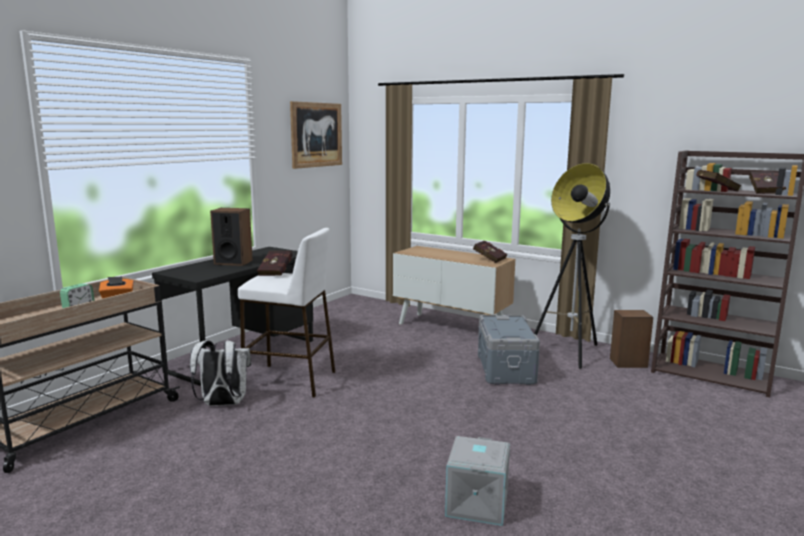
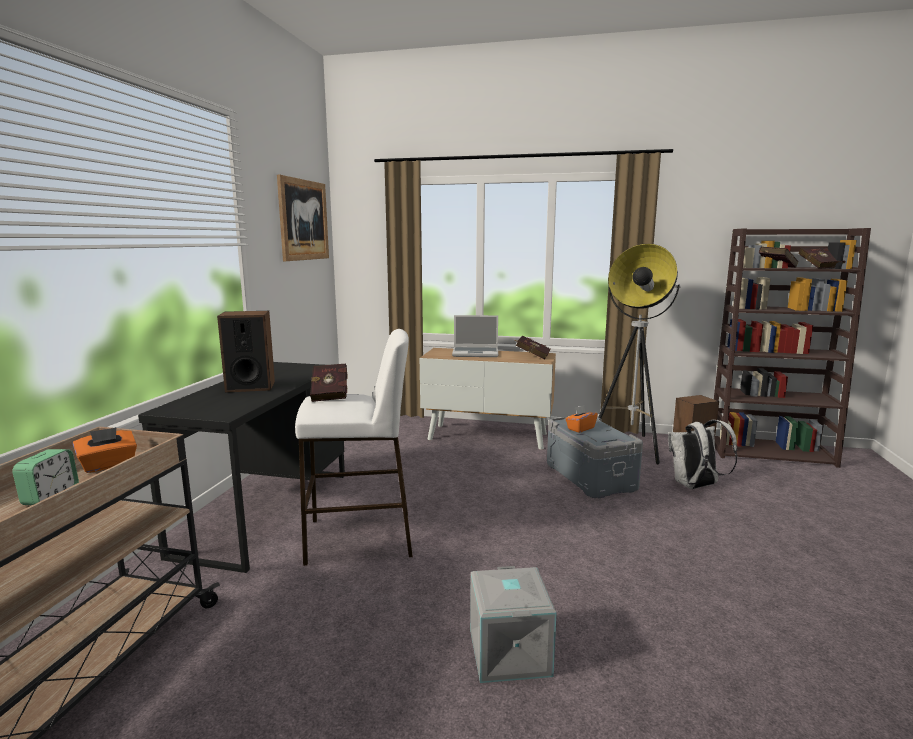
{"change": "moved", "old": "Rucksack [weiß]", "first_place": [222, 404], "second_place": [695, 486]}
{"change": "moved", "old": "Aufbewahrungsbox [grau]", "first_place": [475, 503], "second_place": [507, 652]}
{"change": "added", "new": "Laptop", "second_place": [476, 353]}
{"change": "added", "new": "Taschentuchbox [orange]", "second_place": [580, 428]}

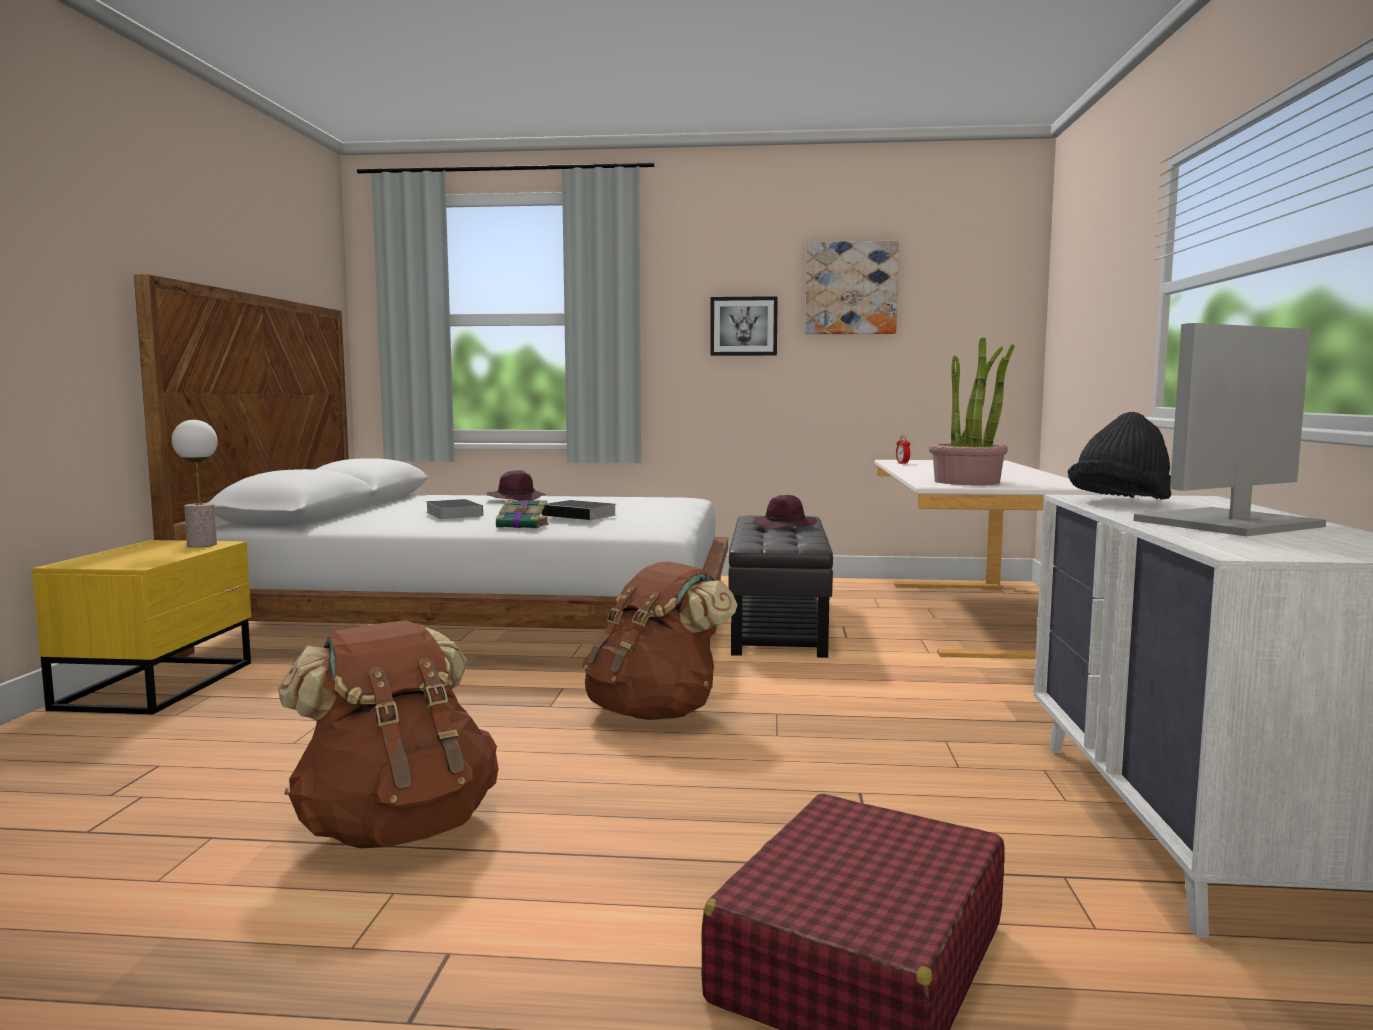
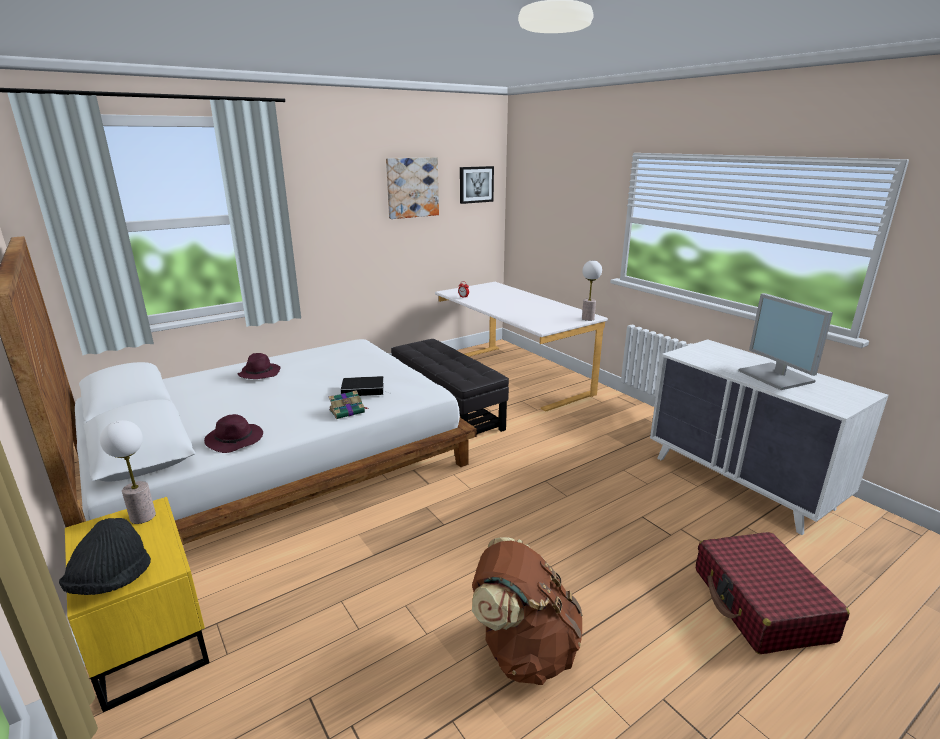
{"change": "moved", "old": "Bild", "first_place": [743, 326], "second_place": [476, 184]}
{"change": "turned", "old": "Monitor", "first_place": [1228, 524], "second_place": [777, 377], "degrees": -45}
{"change": "removed", "old": "Topfpflanze", "first_place": [967, 482]}
{"change": "moved", "old": "Hut [schwarz]", "first_place": [1120, 502], "second_place": [111, 582]}
{"change": "moved", "old": "Hut [lila]", "first_place": [786, 526], "second_place": [235, 440]}
{"change": "removed", "old": "Buch", "first_place": [452, 513]}
{"change": "removed", "old": "Rucksack [braun]", "first_place": [656, 712]}
{"change": "added", "new": "Tischlampe", "second_place": [588, 318]}

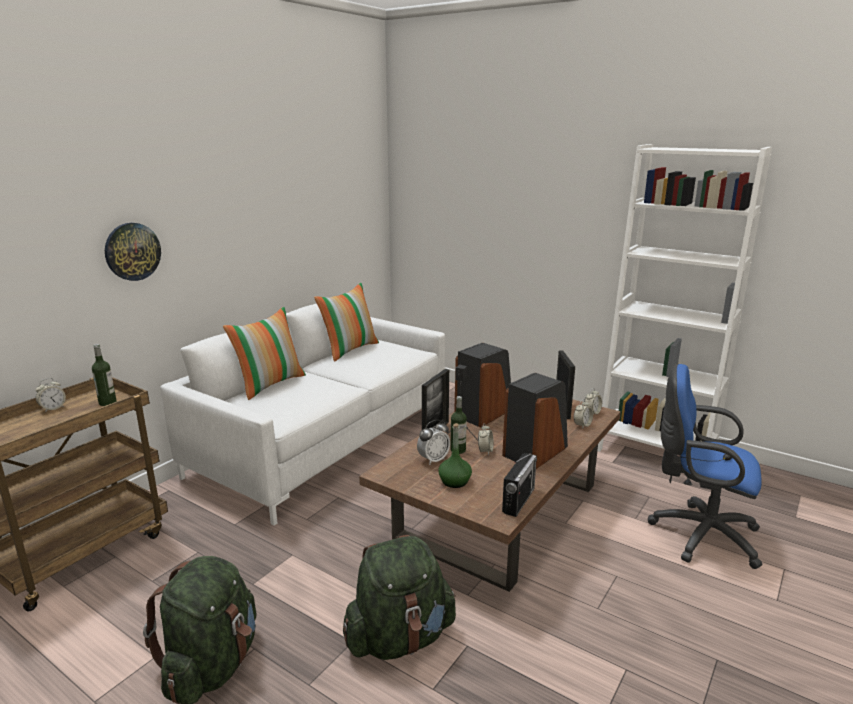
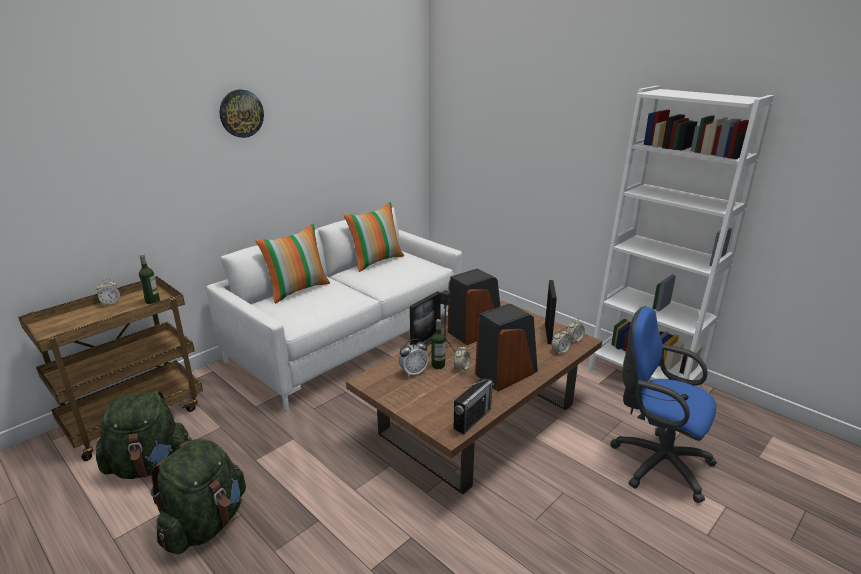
{"change": "moved", "old": "Wanduhr", "first_place": [132, 251], "second_place": [241, 113]}
{"change": "removed", "old": "Flasche [grün]", "first_place": [454, 481]}
{"change": "moved", "old": "Rucksack [grün]", "first_place": [400, 638], "second_place": [150, 466]}

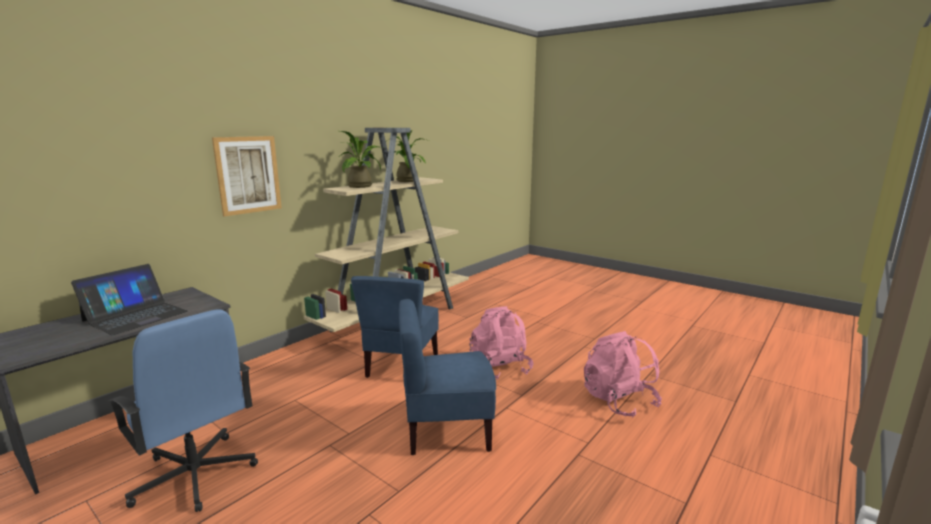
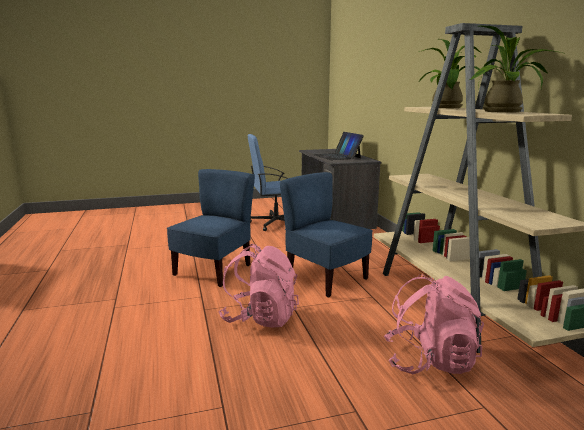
{"change": "removed", "old": "Bild", "first_place": [248, 175]}
{"change": "moved", "old": "Rucksack [rosa]", "first_place": [618, 401], "second_place": [429, 361]}

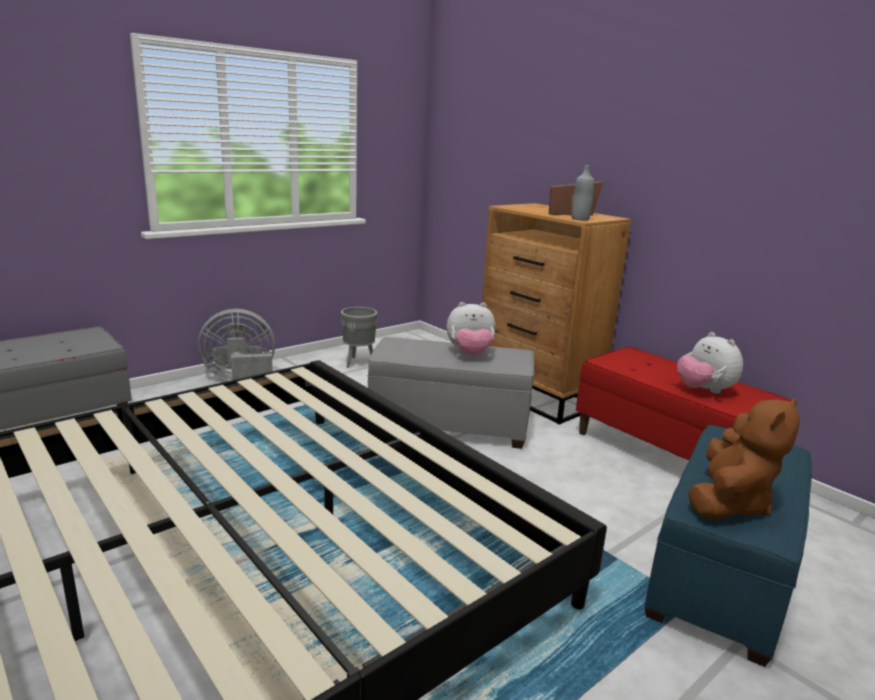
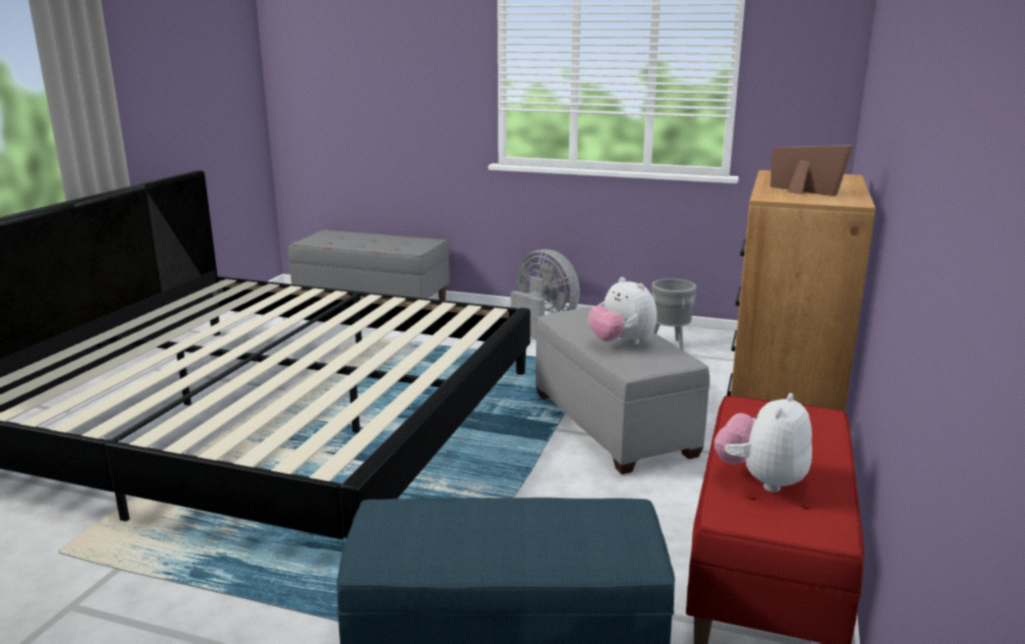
{"change": "removed", "old": "Flasche [grau]", "first_place": [580, 219]}
{"change": "removed", "old": "Plüschtier [braun]", "first_place": [728, 502]}

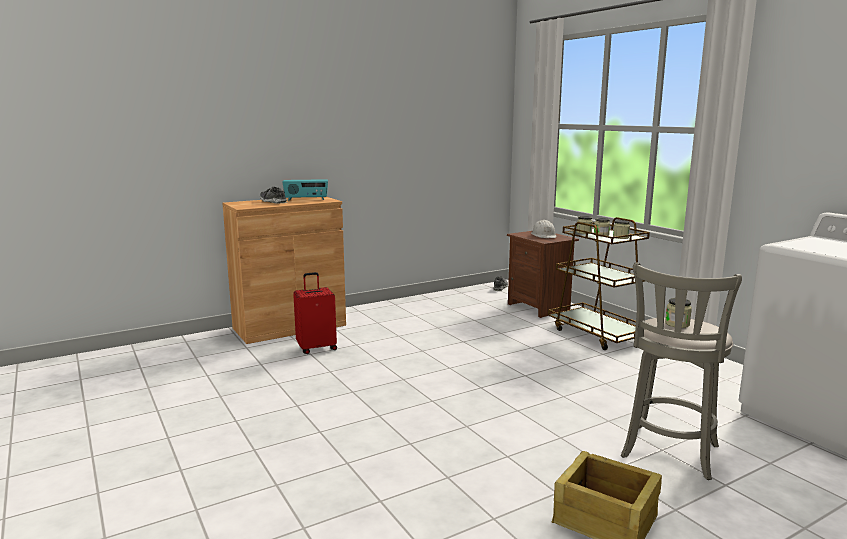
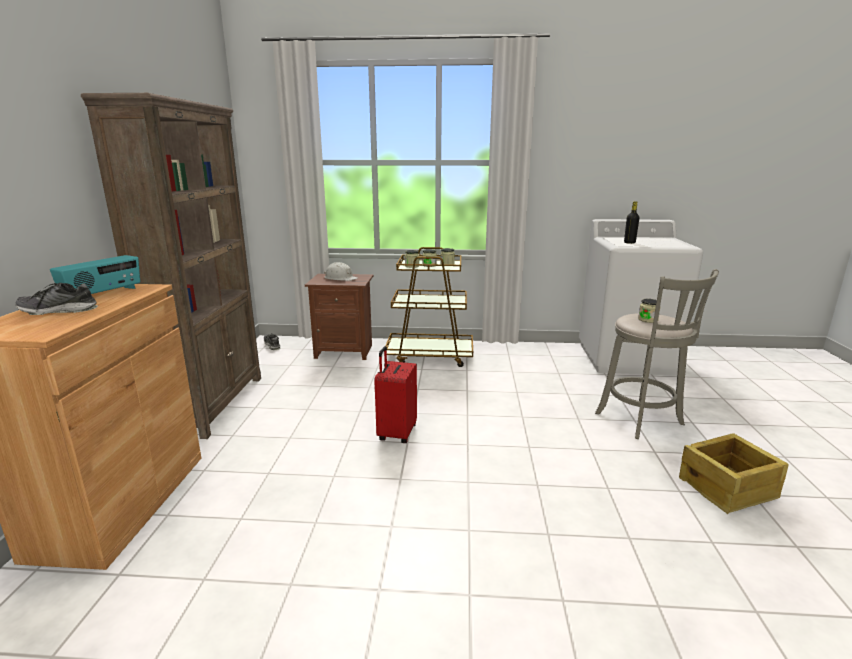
{"change": "moved", "old": "Koffer [rot]", "first_place": [316, 348], "second_place": [396, 433]}
{"change": "added", "new": "Bücherregal [braun]", "second_place": [214, 404]}
{"change": "added", "new": "Flasche [schwarz]", "second_place": [629, 242]}

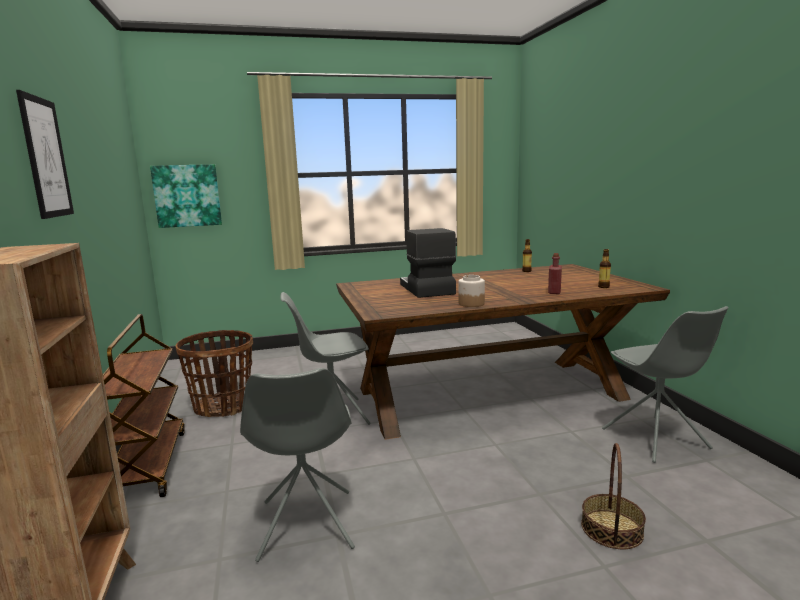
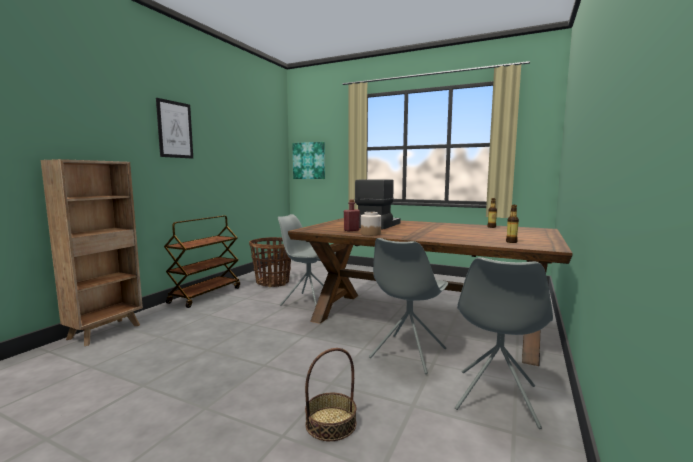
{"change": "moved", "old": "Flasche [rot]", "first_place": [554, 292], "second_place": [351, 230]}
{"change": "moved", "old": "Stuhl [grau]", "first_place": [306, 526], "second_place": [407, 354]}

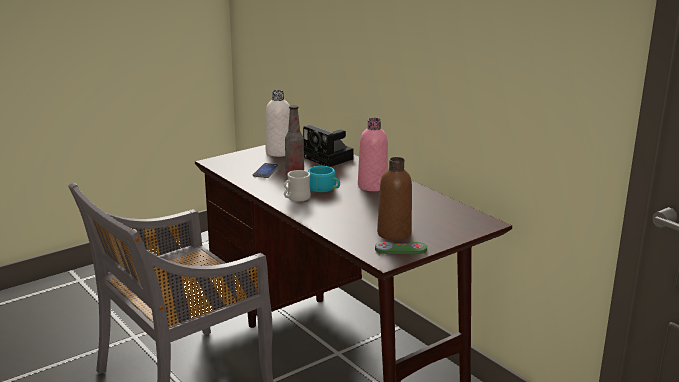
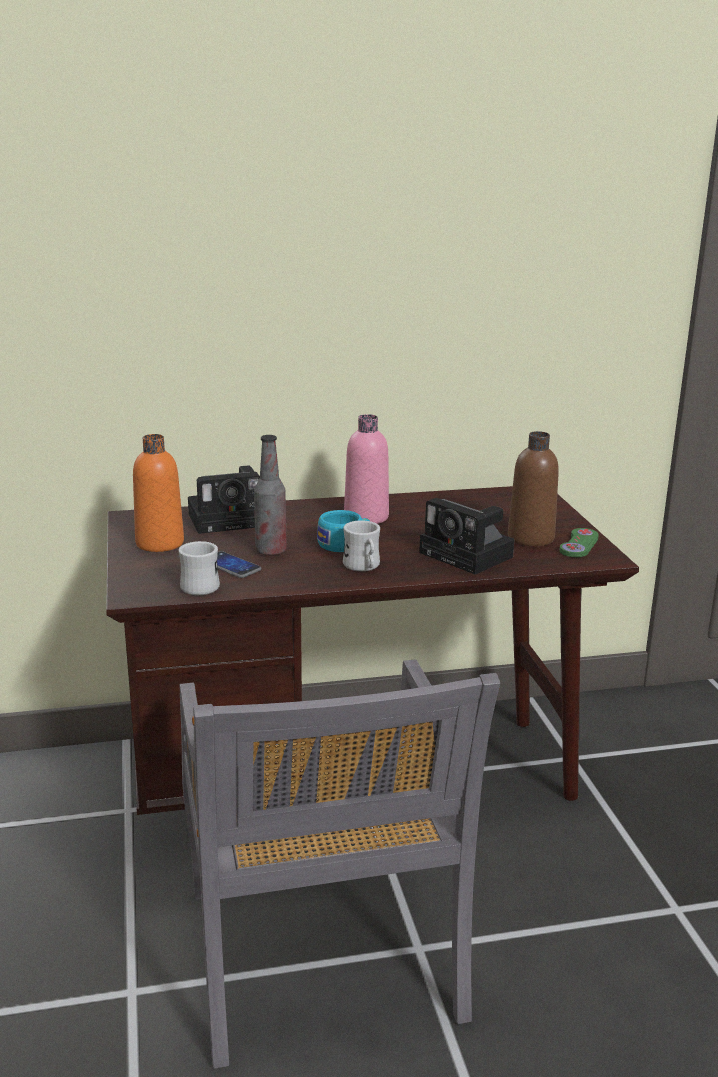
{"change": "recoloured", "old": "Flasche [weiß]", "new": "Flasche [orange]", "first_place": [279, 152], "second_place": [160, 543]}
{"change": "added", "new": "Kamera", "second_place": [469, 556]}
{"change": "added", "new": "Henkelbecher [weiß]", "second_place": [198, 585]}

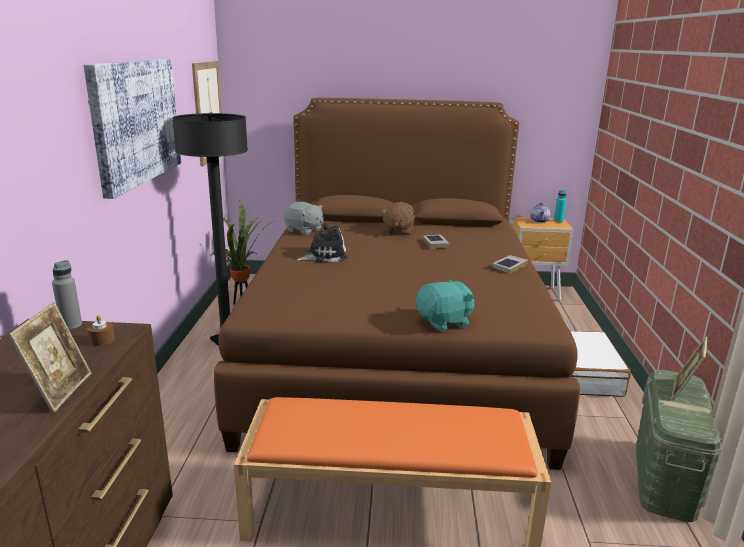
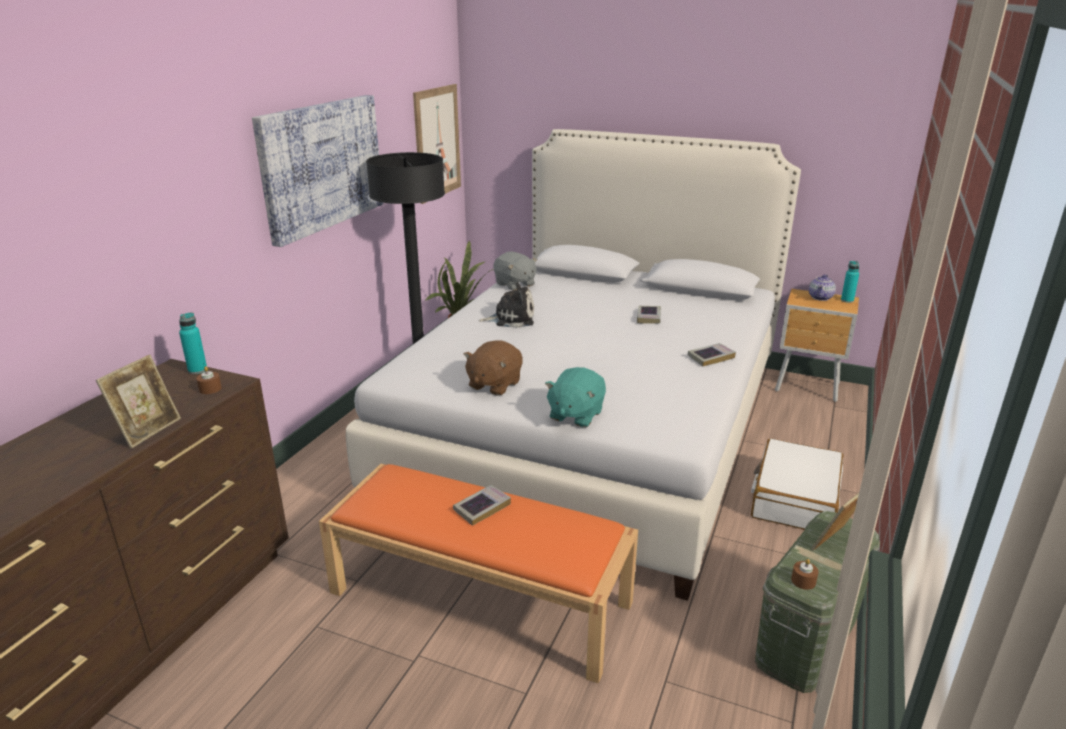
{"change": "recoloured", "old": "Bett [braun]", "new": "Bett [weiß]", "first_place": [395, 347], "second_place": [592, 429]}
{"change": "moved", "old": "Plüschtier [braun]", "first_place": [398, 231], "second_place": [494, 384]}
{"change": "recoloured", "old": "Flasche [grau]", "new": "Flasche [türkis]", "first_place": [71, 325], "second_place": [197, 370]}
{"change": "turned", "old": "Plüschtier [türkis]", "first_place": [444, 322], "second_place": [575, 415], "degrees": 120}
{"change": "added", "new": "Buch", "second_place": [482, 508]}
{"change": "added", "new": "Kerze [braun]", "second_place": [803, 581]}

